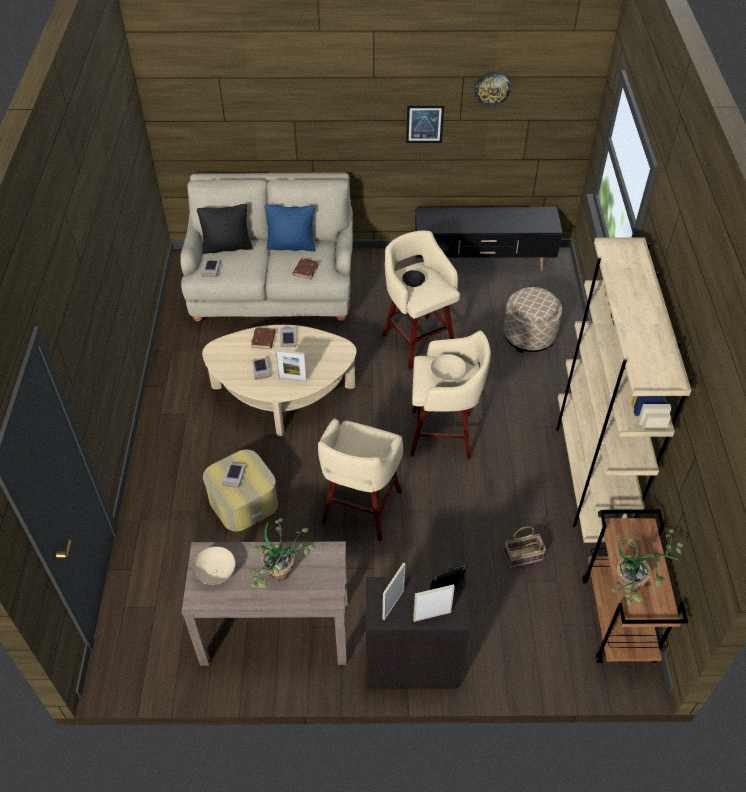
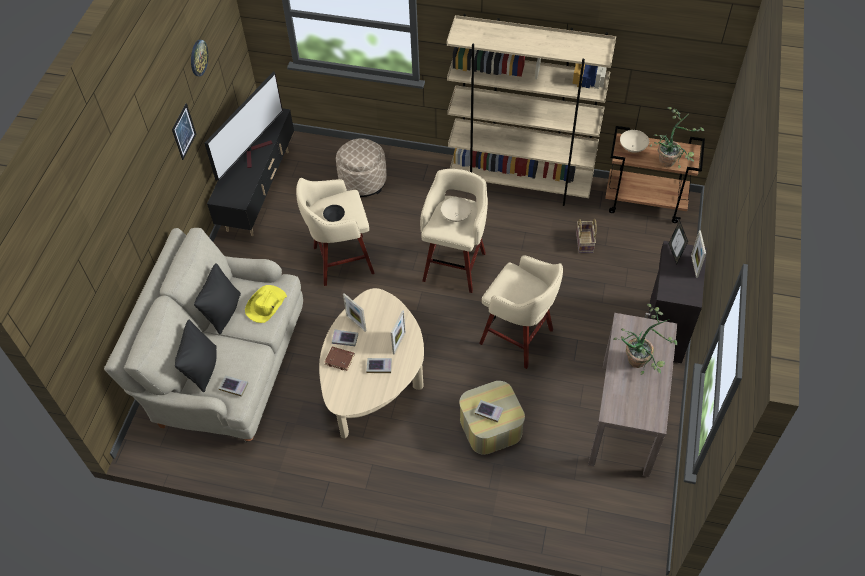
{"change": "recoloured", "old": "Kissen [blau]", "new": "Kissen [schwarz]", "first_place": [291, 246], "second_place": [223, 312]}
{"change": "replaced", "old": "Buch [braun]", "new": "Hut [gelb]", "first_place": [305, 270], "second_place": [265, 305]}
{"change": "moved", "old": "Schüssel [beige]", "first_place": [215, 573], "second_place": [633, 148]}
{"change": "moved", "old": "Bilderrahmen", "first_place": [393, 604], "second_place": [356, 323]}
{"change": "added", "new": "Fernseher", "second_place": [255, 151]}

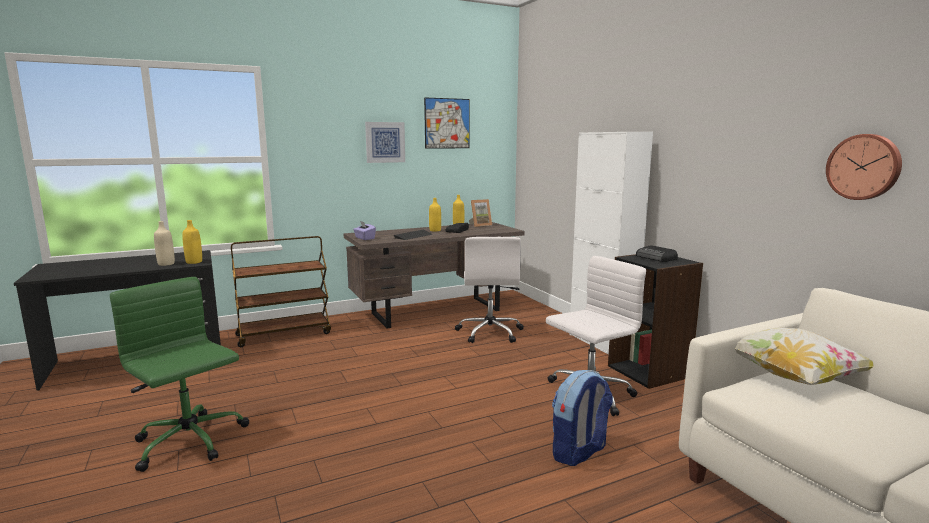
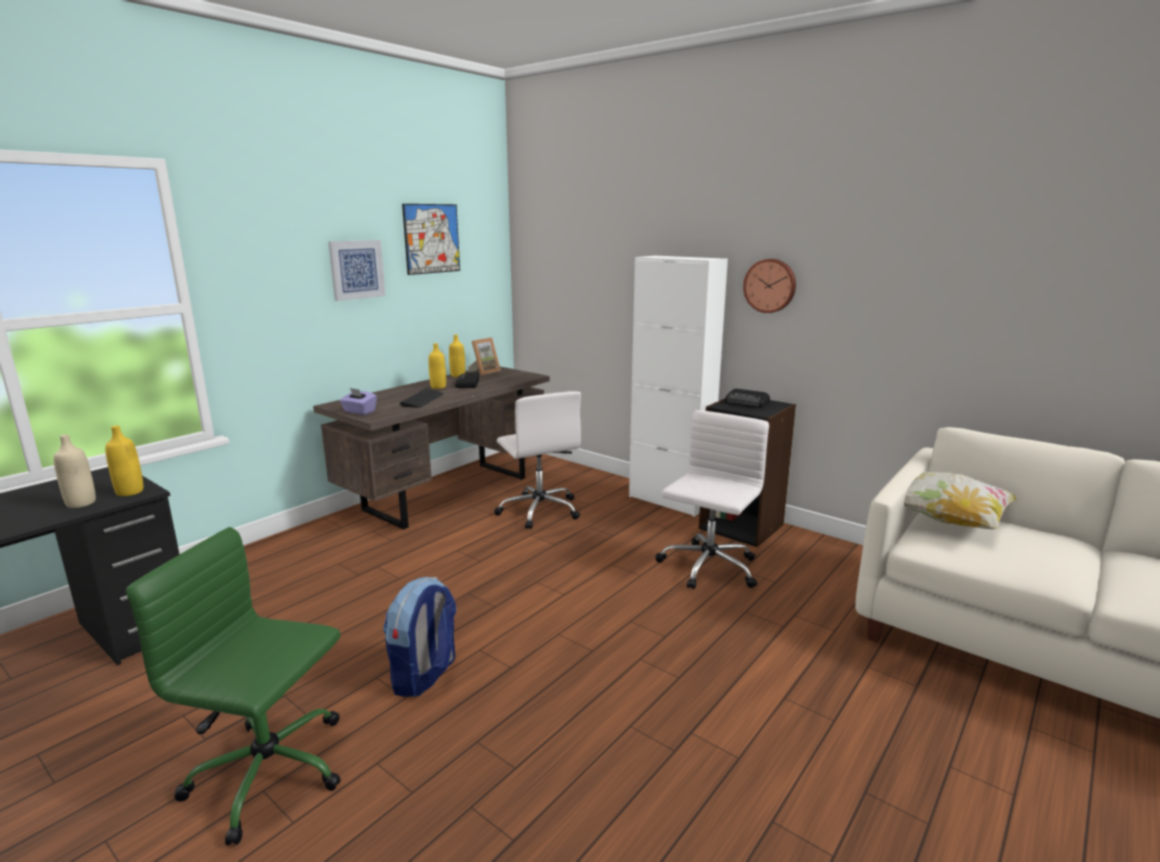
{"change": "moved", "old": "Wanduhr", "first_place": [864, 167], "second_place": [770, 285]}
{"change": "removed", "old": "Rollwagen [braun]", "first_place": [284, 334]}
{"change": "moved", "old": "Rucksack", "first_place": [579, 453], "second_place": [425, 676]}

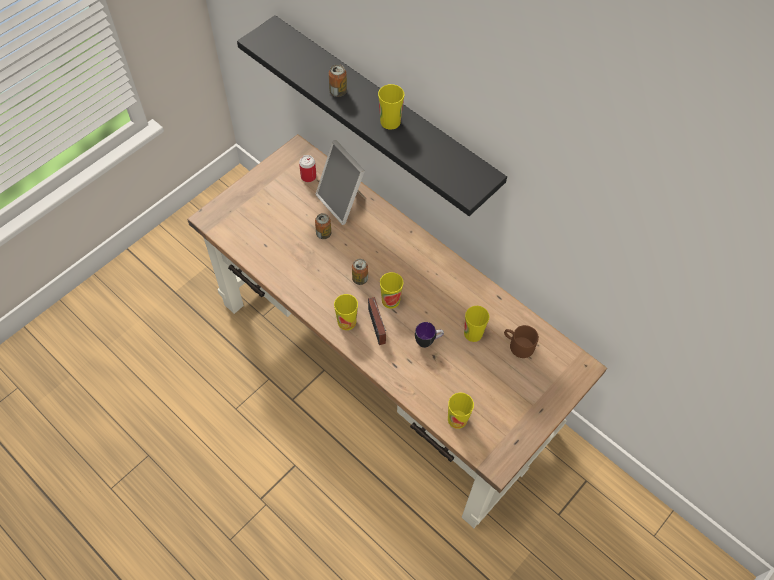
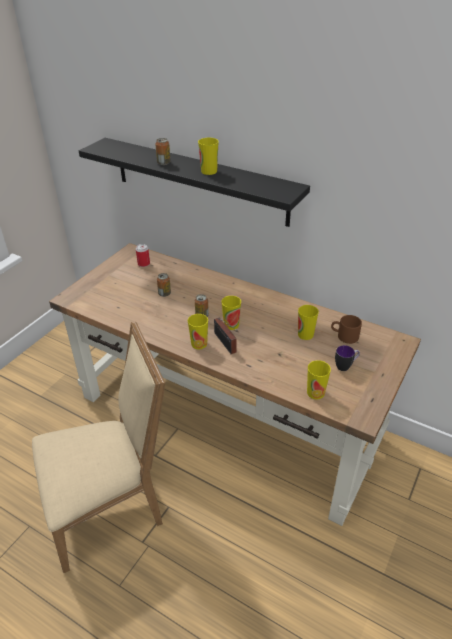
{"change": "removed", "old": "Bilderrahmen", "first_place": [343, 202]}
{"change": "moved", "old": "Henkelbecher", "first_place": [428, 341], "second_place": [346, 366]}
{"change": "added", "new": "Stuhl [beige]", "second_place": [111, 506]}

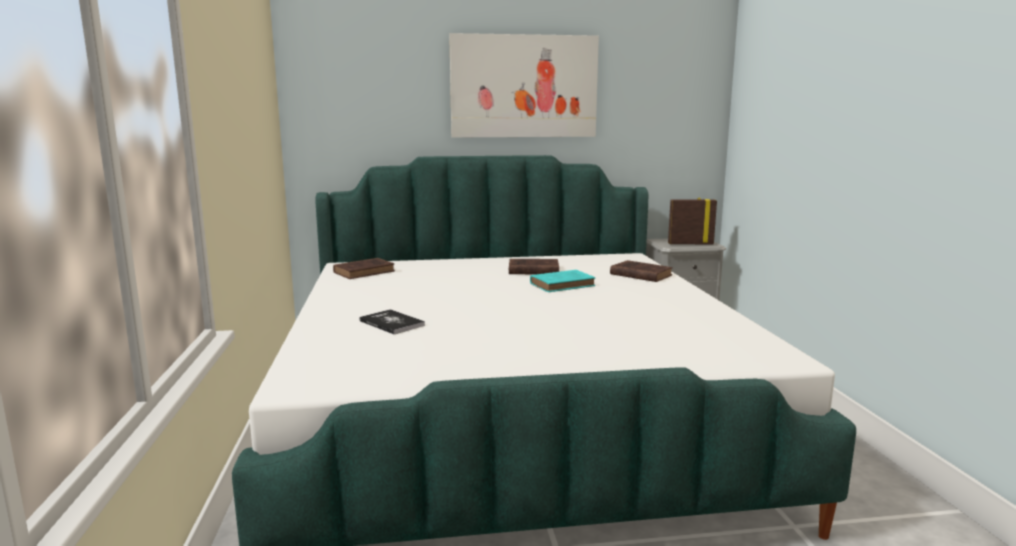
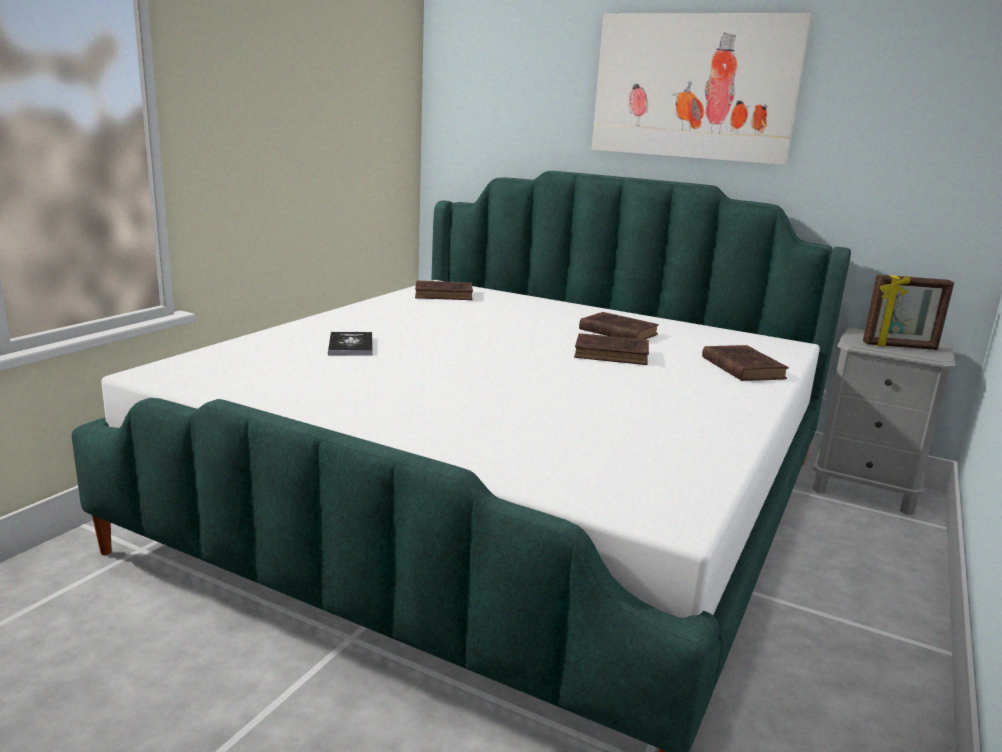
{"change": "turned", "old": "Bilderrahmen", "first_place": [690, 244], "second_place": [900, 347], "degrees": 150}
{"change": "recoloured", "old": "Buch [türkis]", "new": "Buch [braun]", "first_place": [563, 284], "second_place": [613, 354]}

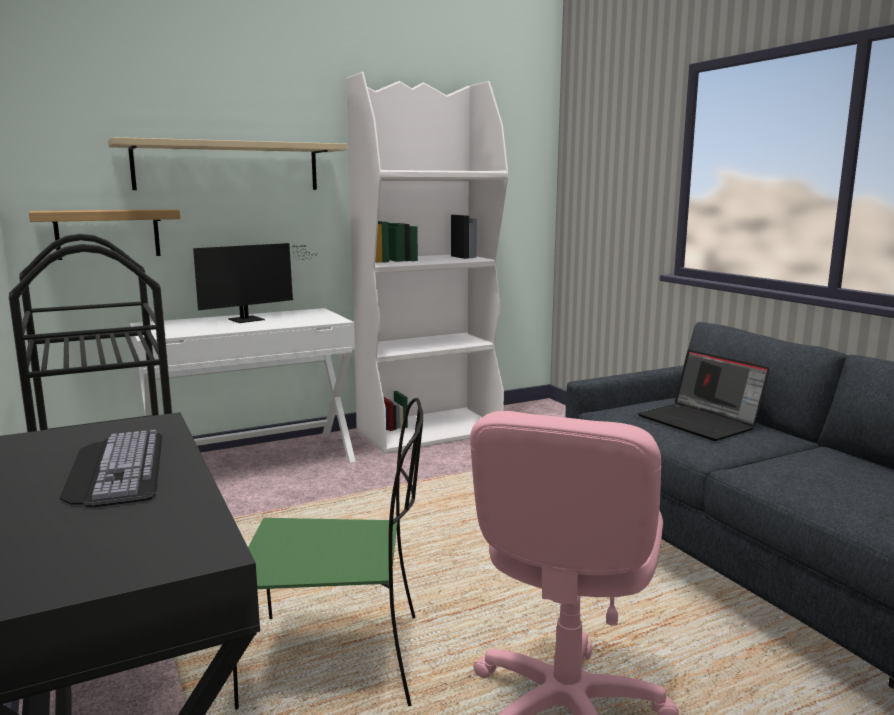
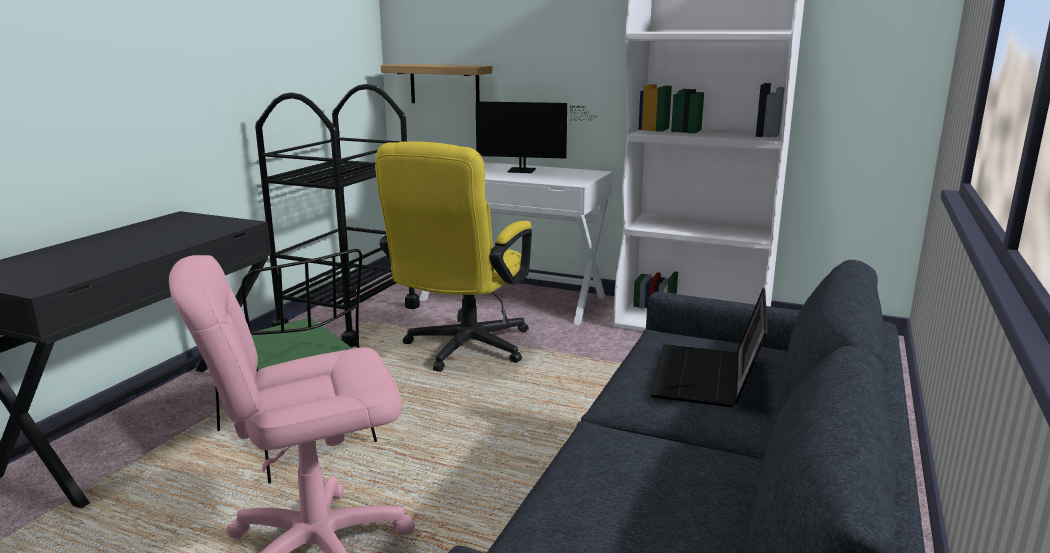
{"change": "removed", "old": "Wandregal [beige]", "first_place": [227, 166]}
{"change": "removed", "old": "Tastatur", "first_place": [114, 469]}
{"change": "added", "new": "Bürostuhl [gelb]", "second_place": [462, 350]}

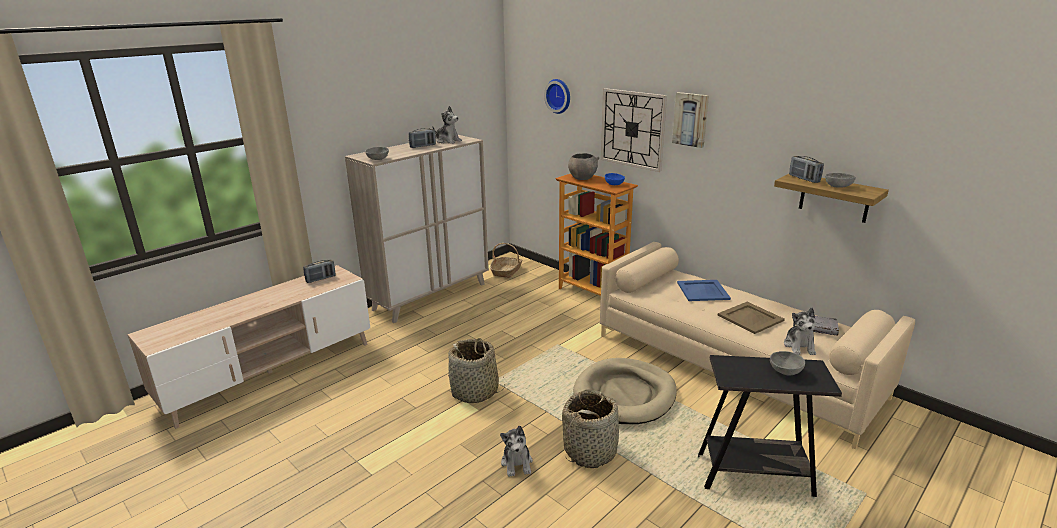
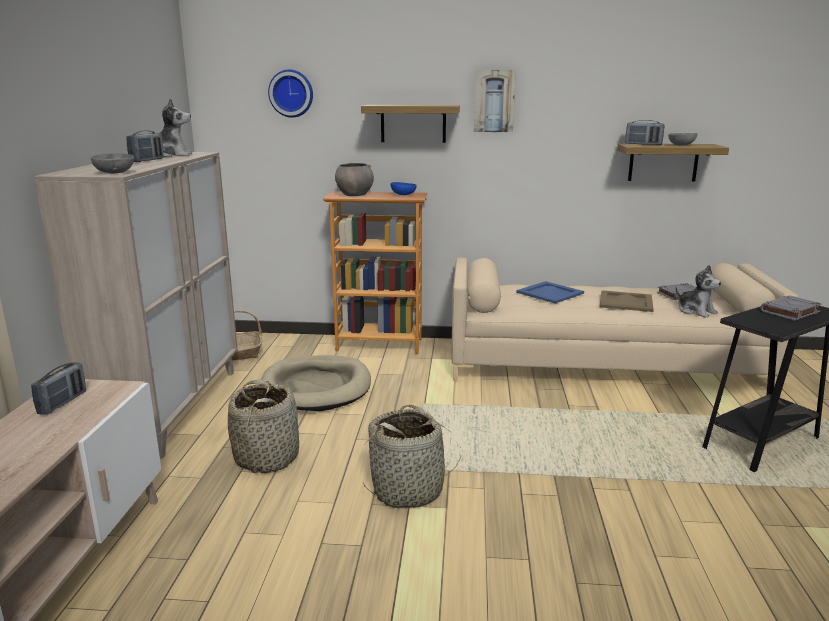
{"change": "replaced", "old": "Wanduhr", "new": "Wandregal", "first_place": [632, 129], "second_place": [413, 123]}
{"change": "replaced", "old": "Schüssel [grau]", "new": "Buch [grau]", "first_place": [784, 371], "second_place": [790, 312]}
{"change": "moved", "old": "Hundebett [beige]", "first_place": [625, 395], "second_place": [316, 387]}
{"change": "moved", "old": "Korb", "first_place": [590, 451], "second_place": [267, 457]}
{"change": "removed", "old": "Plüschtier", "first_place": [517, 463]}

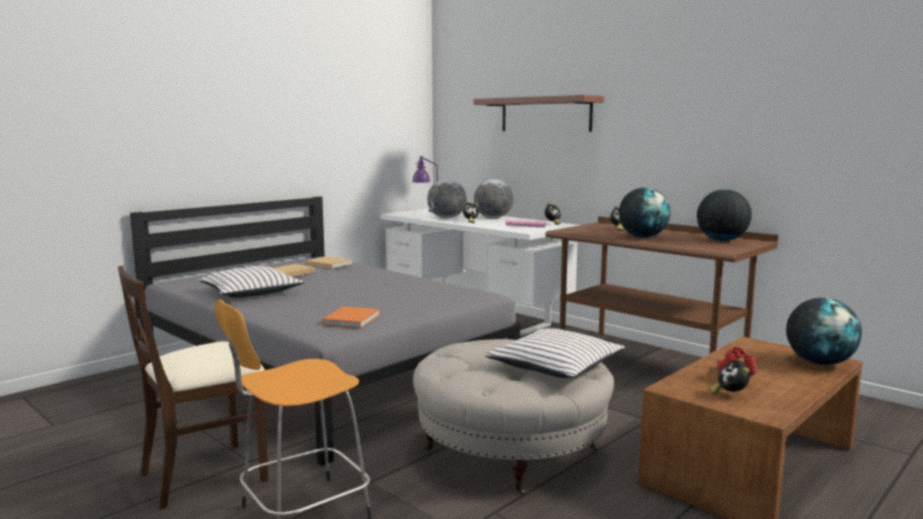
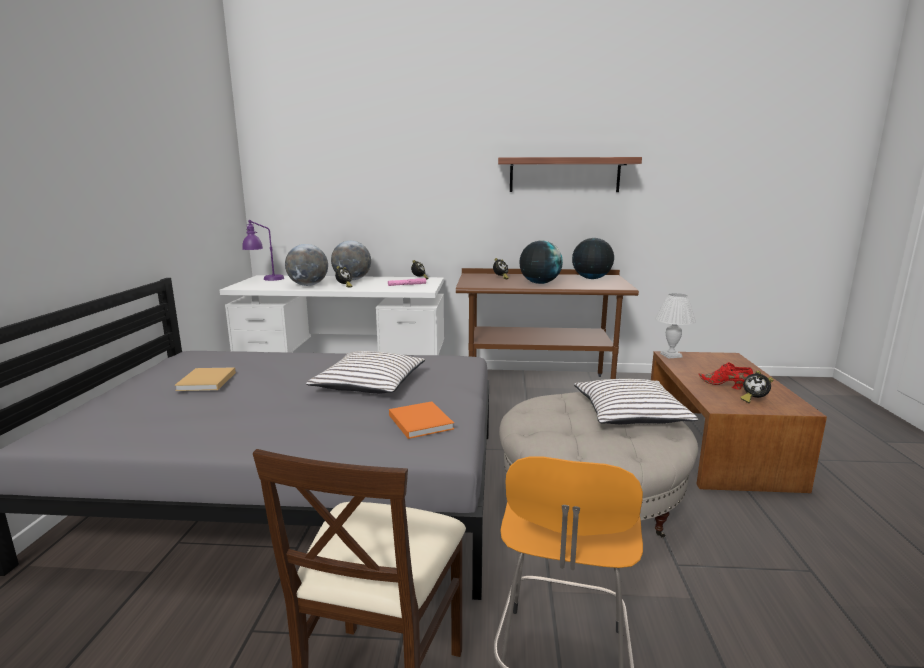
{"change": "moved", "old": "Wandregal", "first_place": [545, 114], "second_place": [564, 175]}
{"change": "removed", "old": "Buch [beige]", "first_place": [328, 264]}
{"change": "moved", "old": "Kissen [weiß]", "first_place": [251, 292], "second_place": [369, 384]}
{"change": "removed", "old": "Globus", "first_place": [820, 363]}
{"change": "added", "new": "Tischlampe [weiß]", "second_place": [670, 355]}

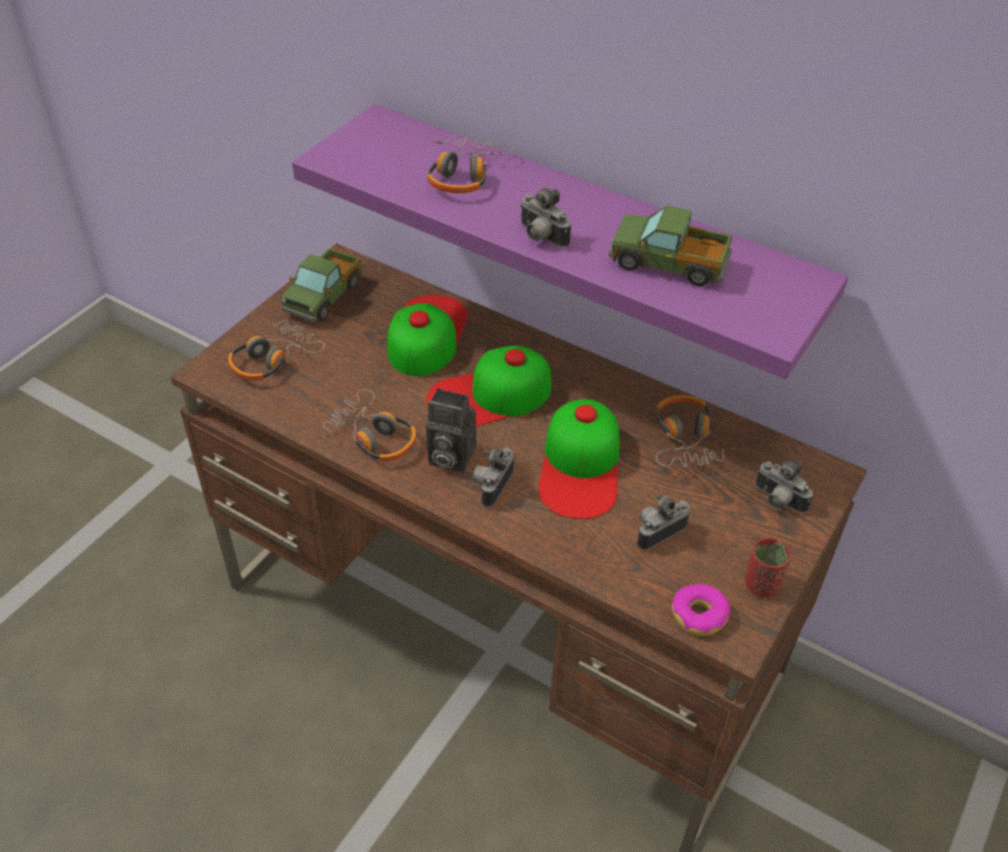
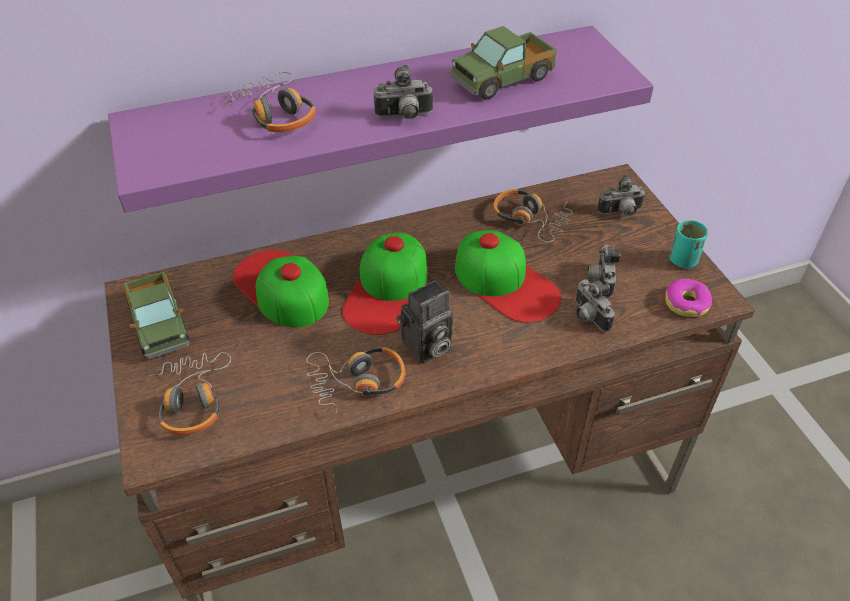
{"change": "moved", "old": "Kamera", "first_place": [491, 485], "second_place": [588, 317]}
{"change": "recoloured", "old": "Tasse [rot]", "new": "Tasse [türkis]", "first_place": [761, 584], "second_place": [683, 260]}

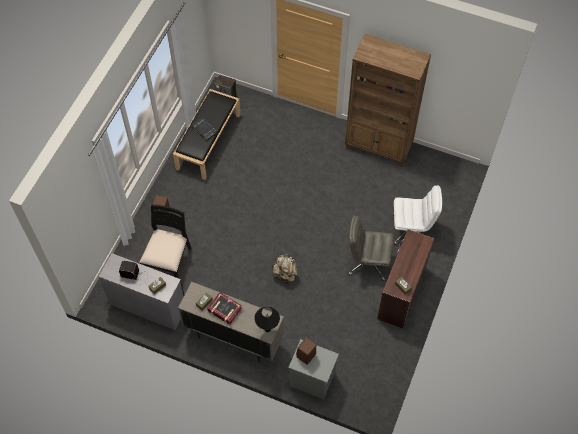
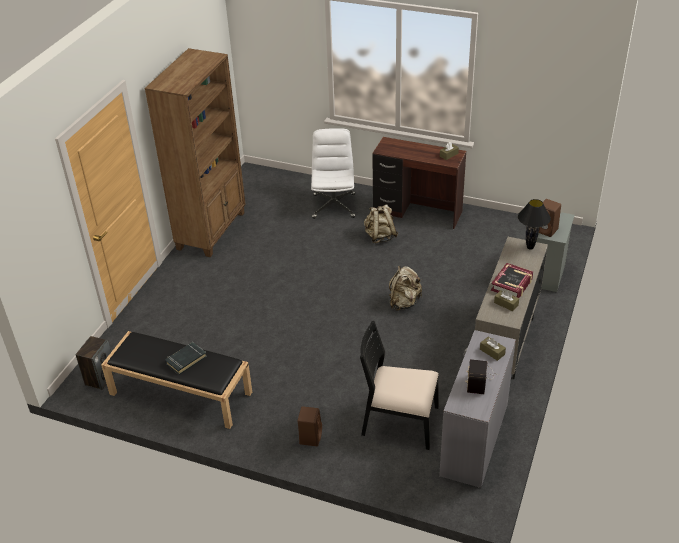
{"change": "replaced", "old": "Bürostuhl [grau]", "new": "Rucksack [beige]", "first_place": [367, 262], "second_place": [380, 237]}

